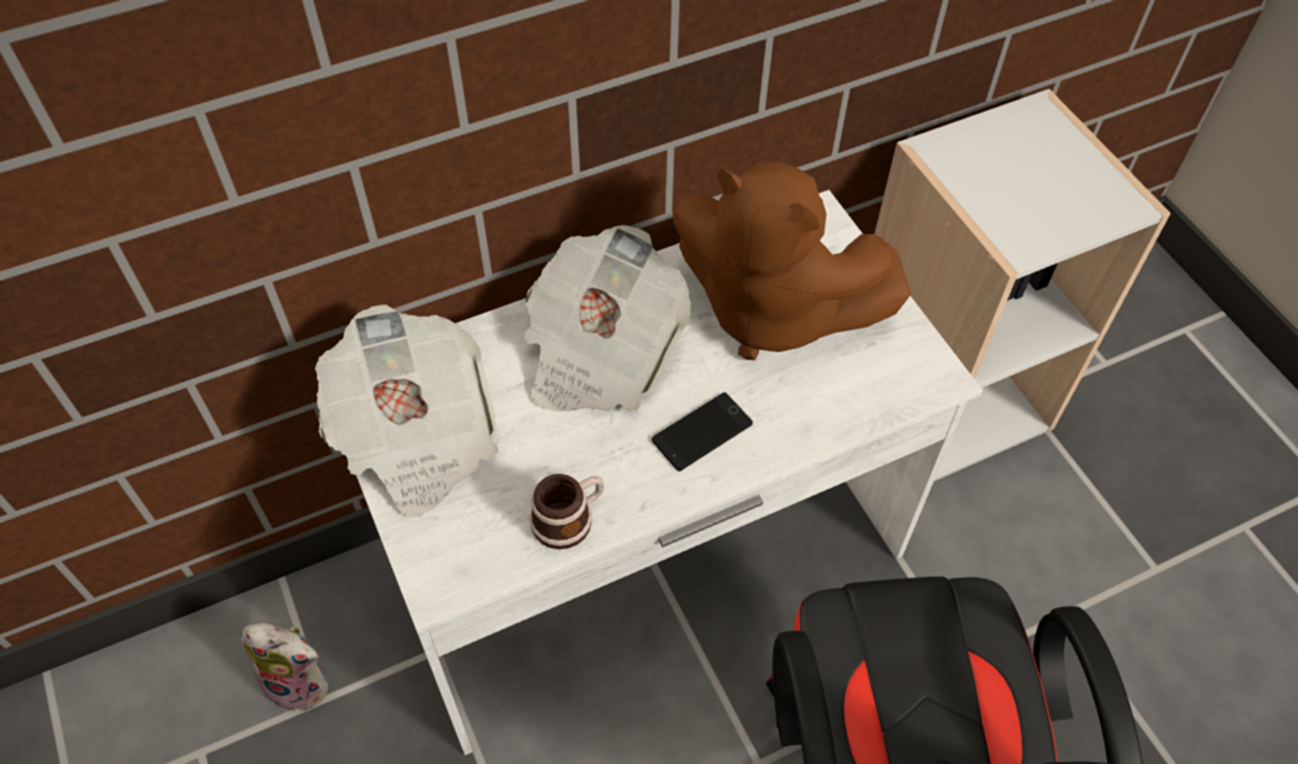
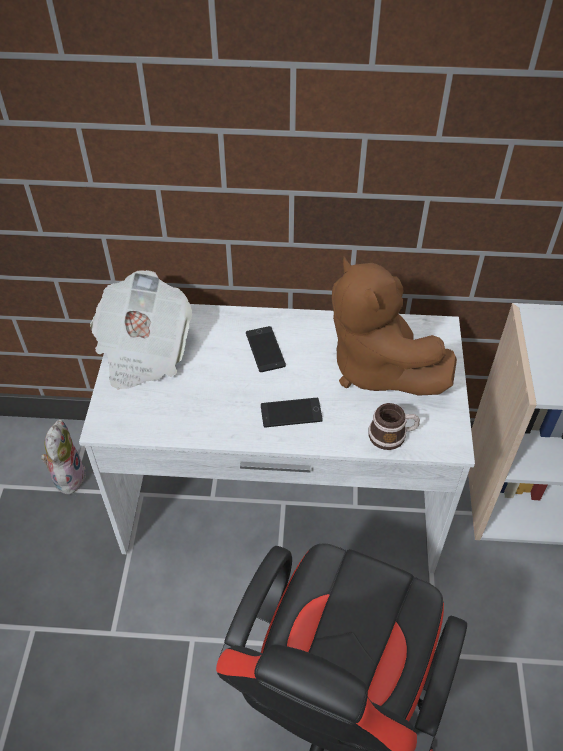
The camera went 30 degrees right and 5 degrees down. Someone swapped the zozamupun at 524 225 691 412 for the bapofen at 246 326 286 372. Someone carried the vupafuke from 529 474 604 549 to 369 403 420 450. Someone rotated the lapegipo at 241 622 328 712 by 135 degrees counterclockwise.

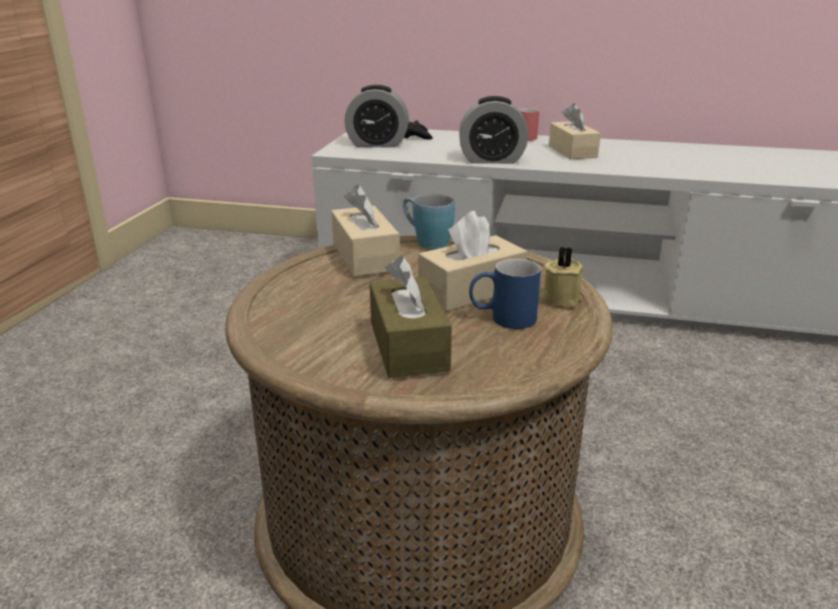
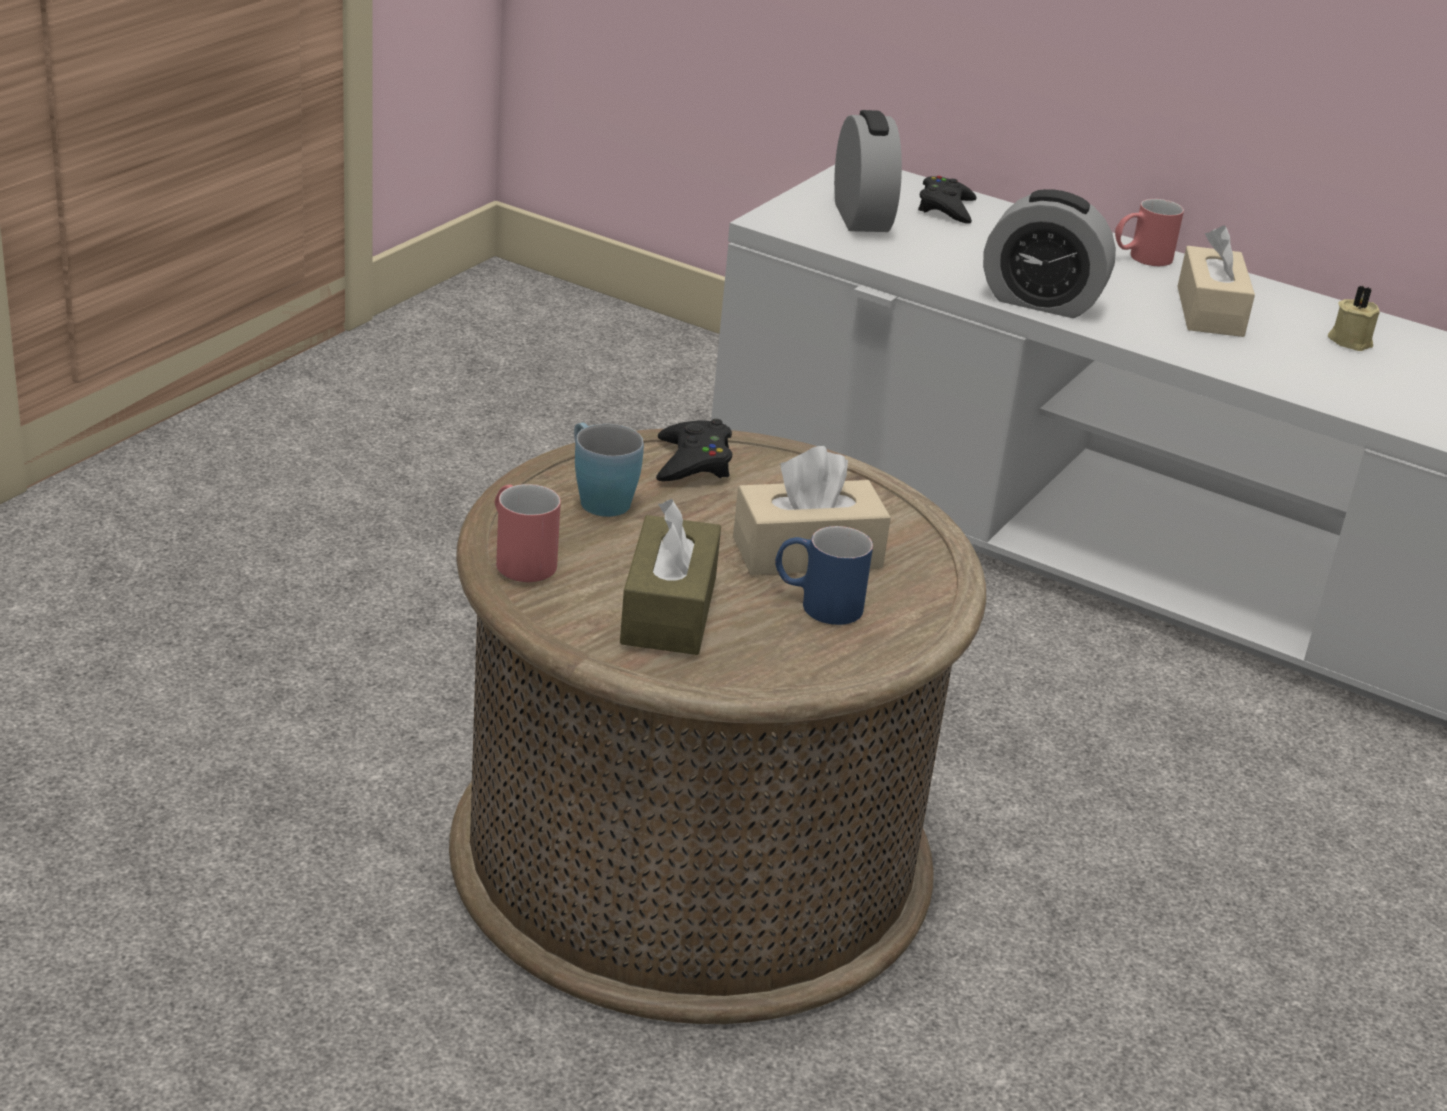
The camera went 15 degrees right and 5 degrees up. Someone rotated the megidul at 344 85 409 148 by 120 degrees counterclockwise. Someone swapped the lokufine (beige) at 331 185 400 277 for the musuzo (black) at 656 419 732 482. Someone carried the vupafuke (blue) from 403 193 455 249 to 574 423 644 517. Someone carried the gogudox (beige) from 540 247 583 306 to 1328 286 1380 351. Someone put down the vupafuke (red) at 495 484 561 582.

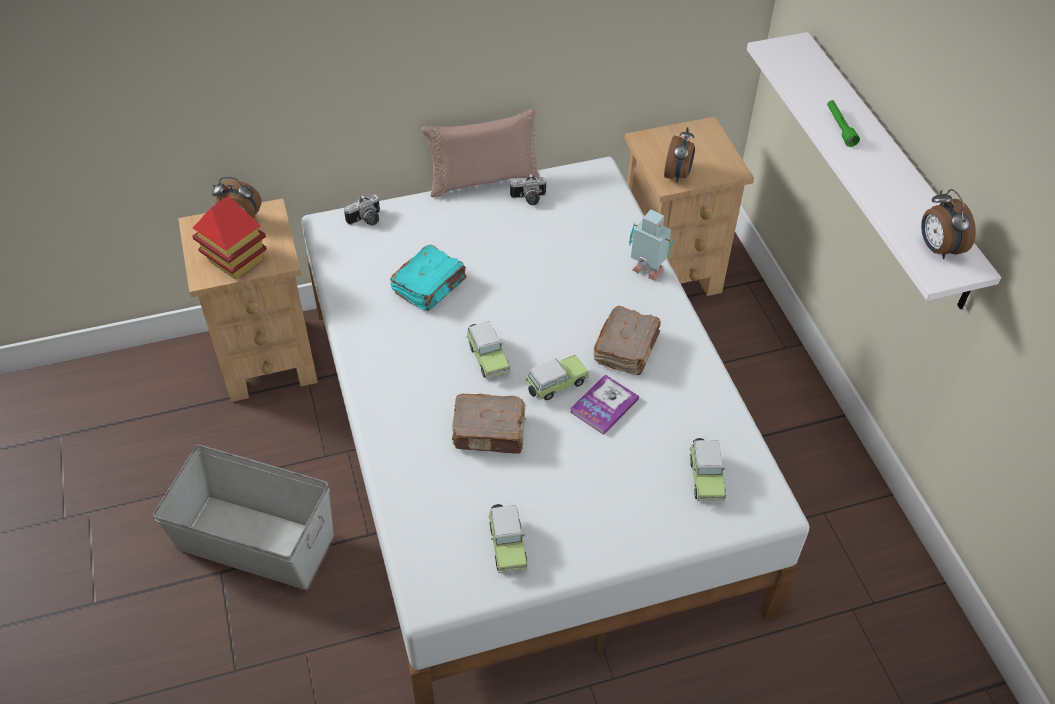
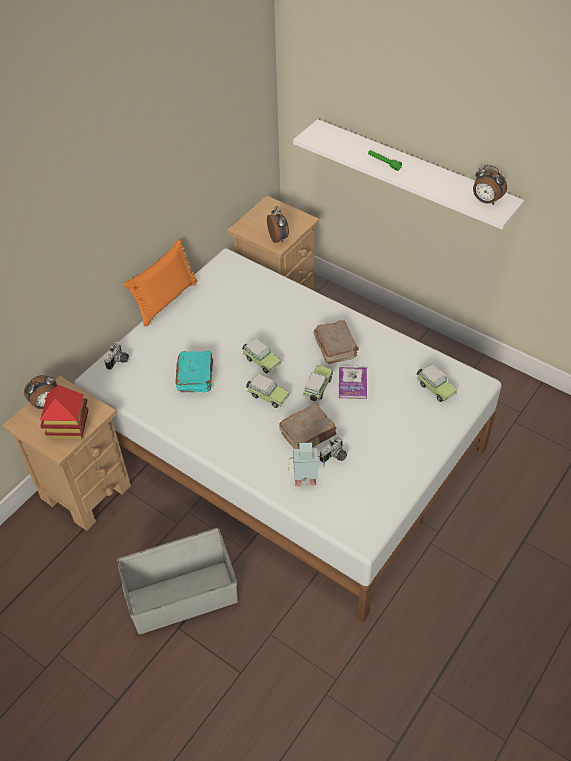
The camera went 35 degrees left and 0 degrees up. Someone repainted the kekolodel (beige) at 421 109 540 199, which became the kekolodel (orange) at 124 239 198 326. Someone carried the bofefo from 510 174 546 205 to 320 435 347 463. Someone carried the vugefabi from 629 210 673 281 to 288 442 325 486. Someone carried the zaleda from 488 504 527 573 to 242 338 281 374.

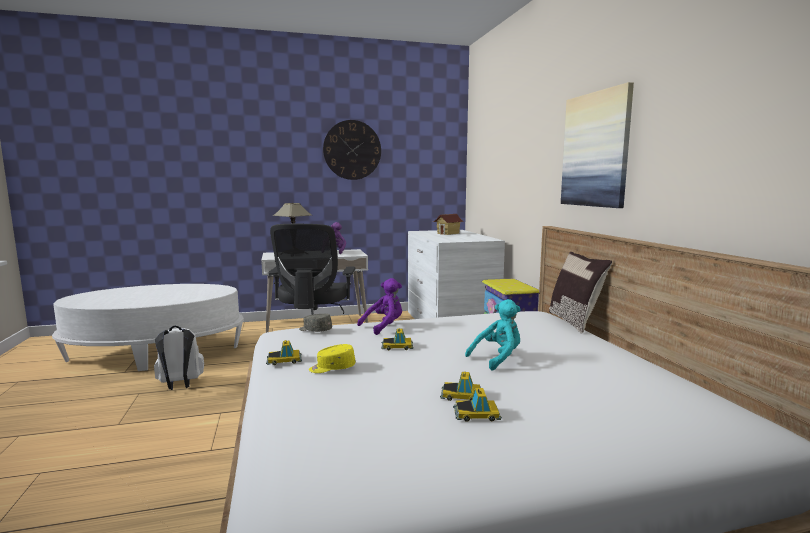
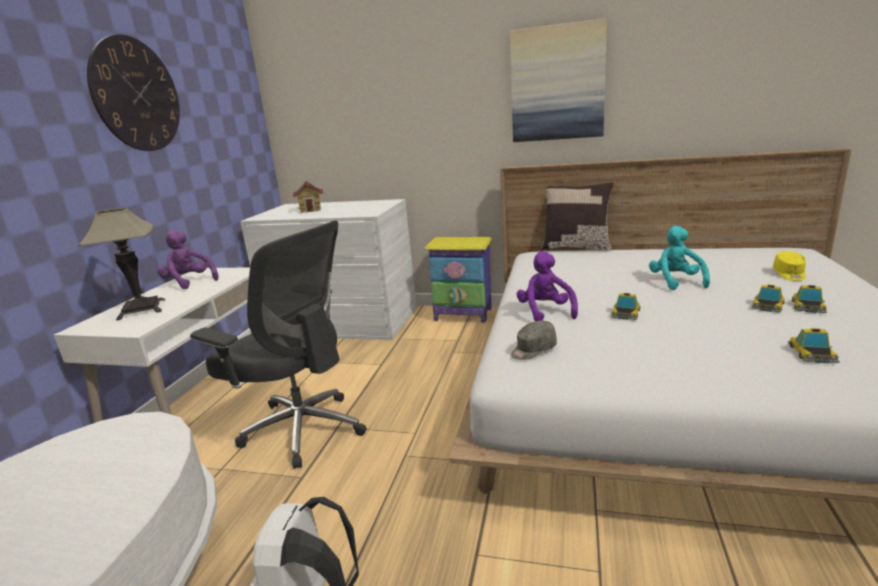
The camera went 60 degrees left and 10 degrees up. Someone carried the zaleda from 266 340 302 365 to 788 328 840 363. Someone carried the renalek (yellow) from 309 344 355 373 to 773 251 806 281.

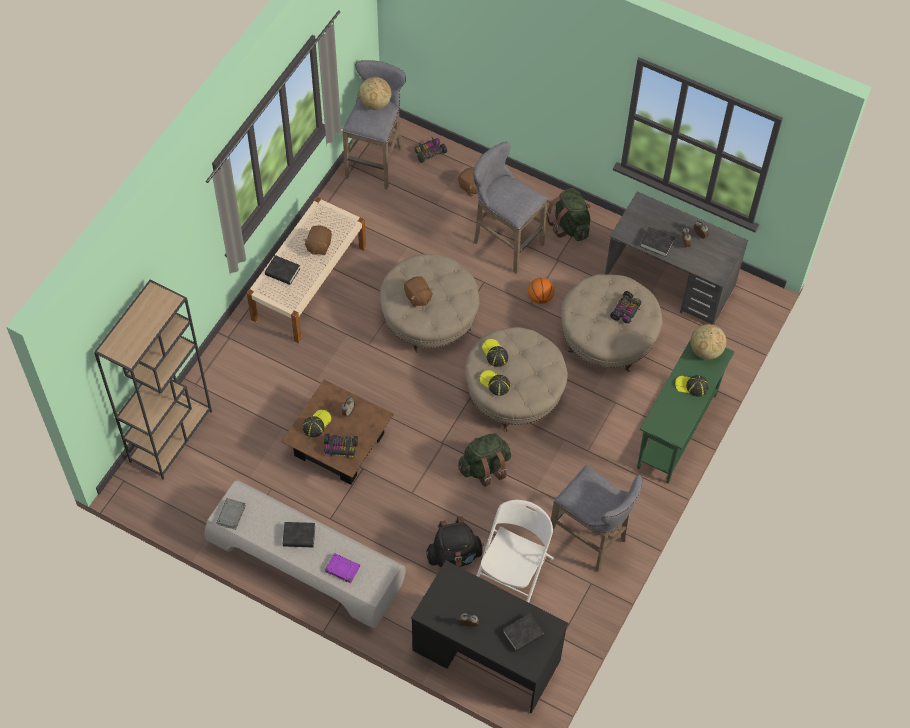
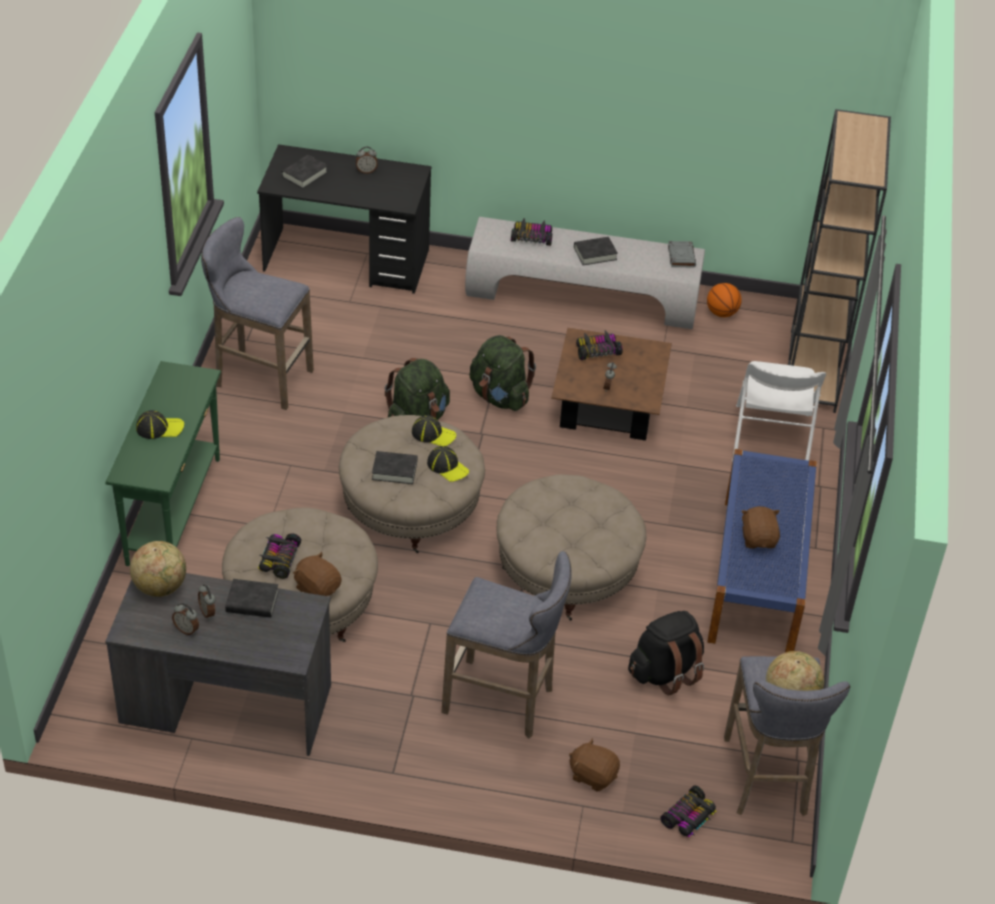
The camera went 160 degrees right and 15 degrees down. Someone carried the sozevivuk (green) from 546 188 590 241 to 470 335 536 411. Someone repainted the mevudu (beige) at 247 197 366 343, which became the mevudu (blue) at 707 449 817 652. Someone carried the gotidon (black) from 265 255 300 285 to 372 451 418 484. Someone carried the lapegipo (brown) from 404 276 433 307 to 293 552 342 596. Someone carried the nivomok from 528 278 554 304 to 707 283 742 317. Someone carried the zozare from 690 324 726 360 to 130 541 186 597. Someone took away the renalek at 303 410 331 437. Someone carried the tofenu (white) from 477 500 554 603 to 732 361 826 462. Someone carried the sozevivuk (black) from 426 516 484 567 to 628 611 704 695. Someone swapped the gotidon (purple) at 325 553 360 583 for the zaleda at 511 218 552 246.

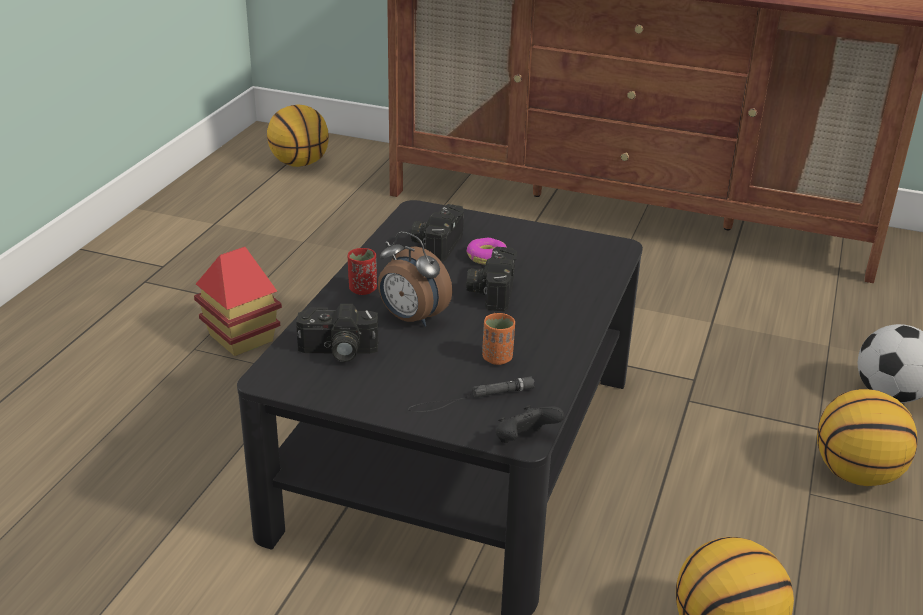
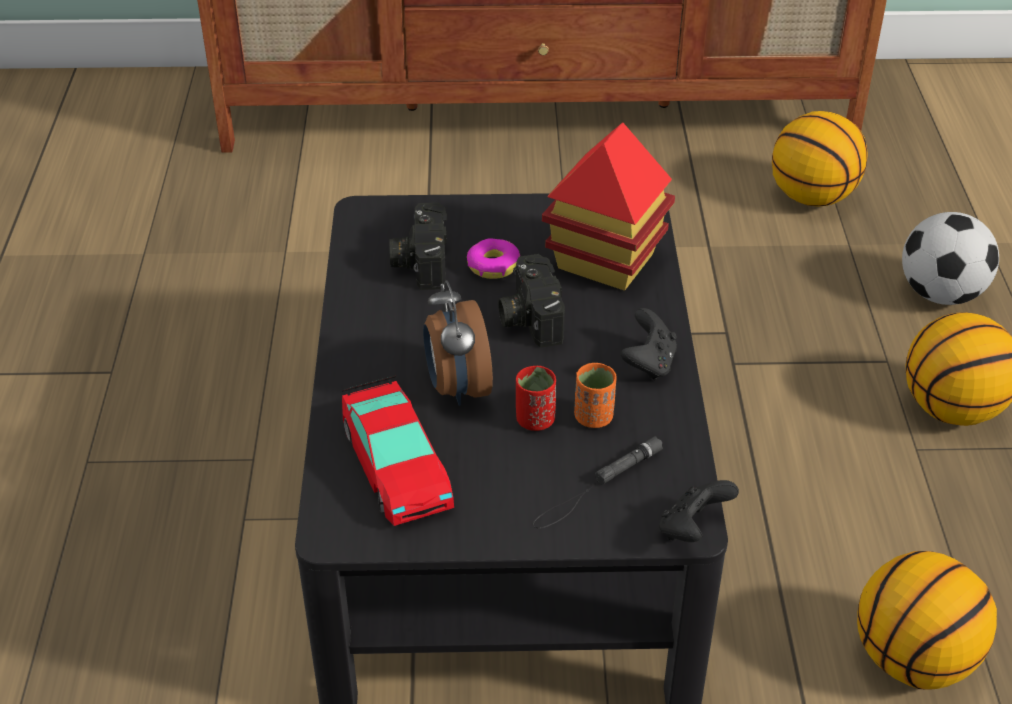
The camera went 20 degrees left and 10 degrees up. Someone carried the nivomok from 267 105 329 167 to 772 111 868 206. Someone rotated the megidul at 378 231 452 327 by 60 degrees clockwise. Someone carried the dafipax from 194 247 282 356 to 542 122 675 291. Someone carried the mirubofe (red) from 348 248 377 295 to 516 366 556 431. Someone swapped the bofefo at 296 304 379 362 for the zaleda at 342 375 454 526. Someone put down the musuzo (black) at 621 308 677 380.

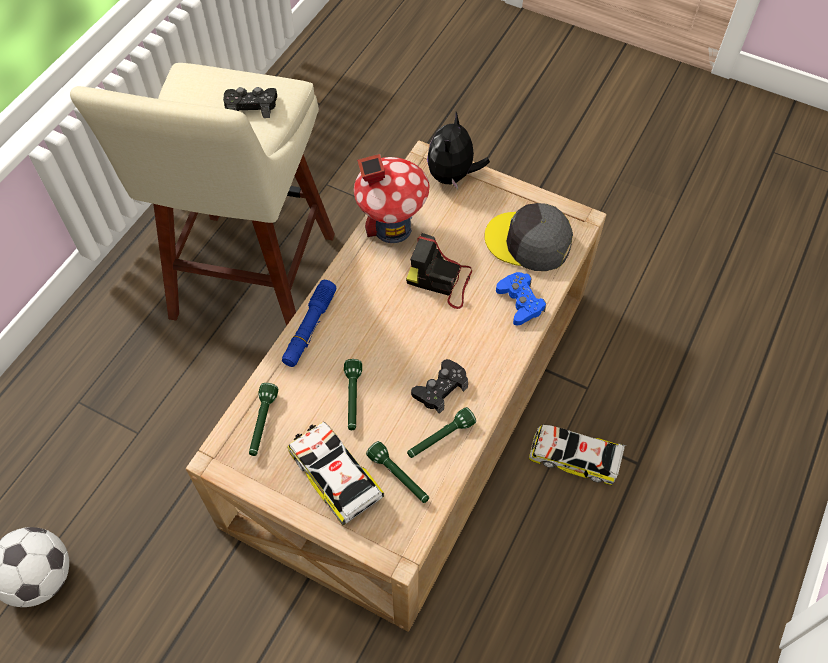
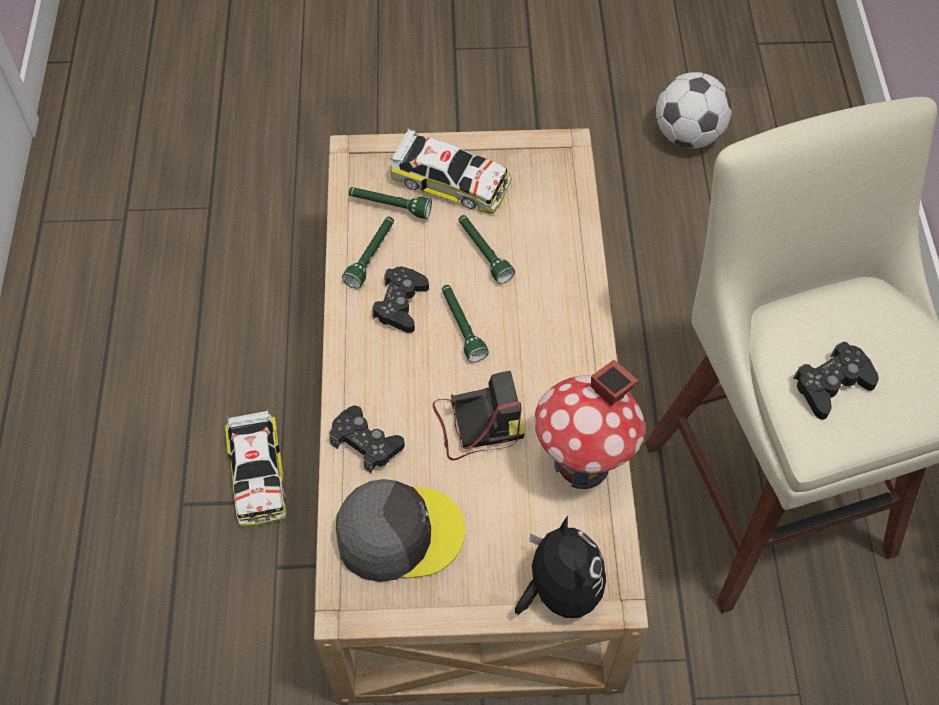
The camera went 150 degrees right and 0 degrees up. Someone repainted the musuzo (blue) at 496 272 546 326, which became the musuzo (black) at 329 405 405 473. Someone took away the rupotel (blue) at 282 280 336 367. Someone carried the rupotel (green) from 249 383 278 456 to 442 285 489 363. Someone rotated the zaleda at 529 424 627 485 by 90 degrees clockwise.

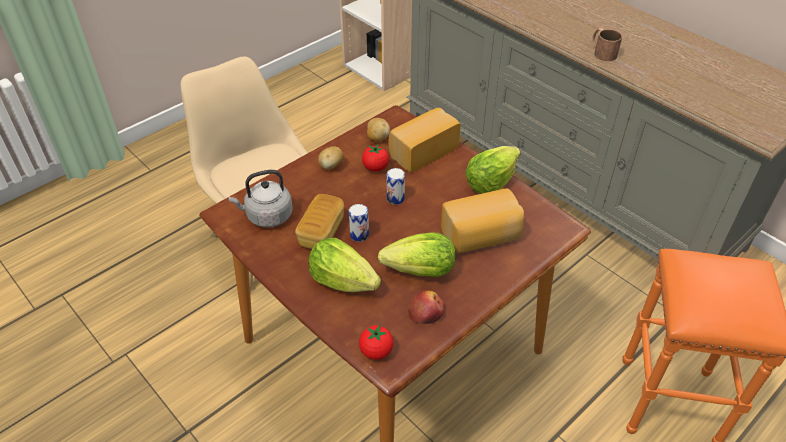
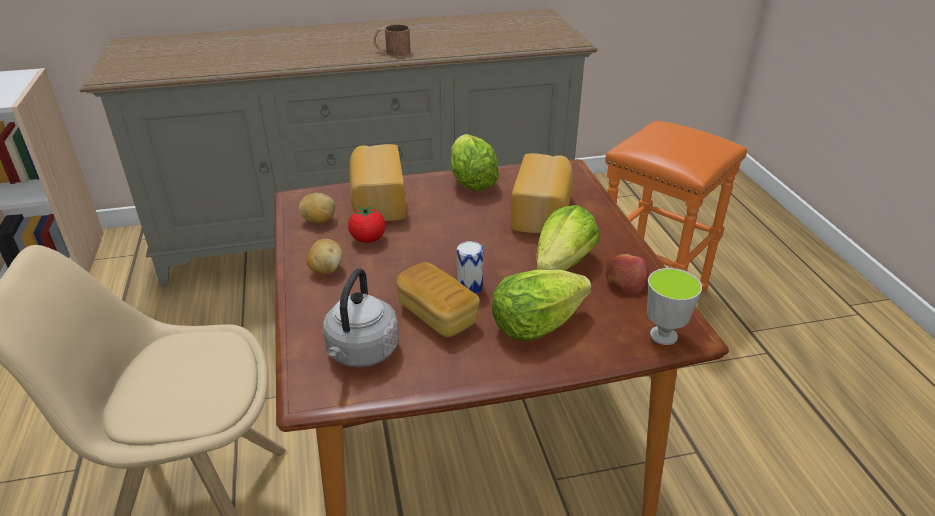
The camera went 60 degrees left and 10 degrees down. Someone took away the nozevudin at 387 168 405 205. Someone swapped the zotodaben at 359 324 393 360 for the mirubofe at 647 268 702 345.

